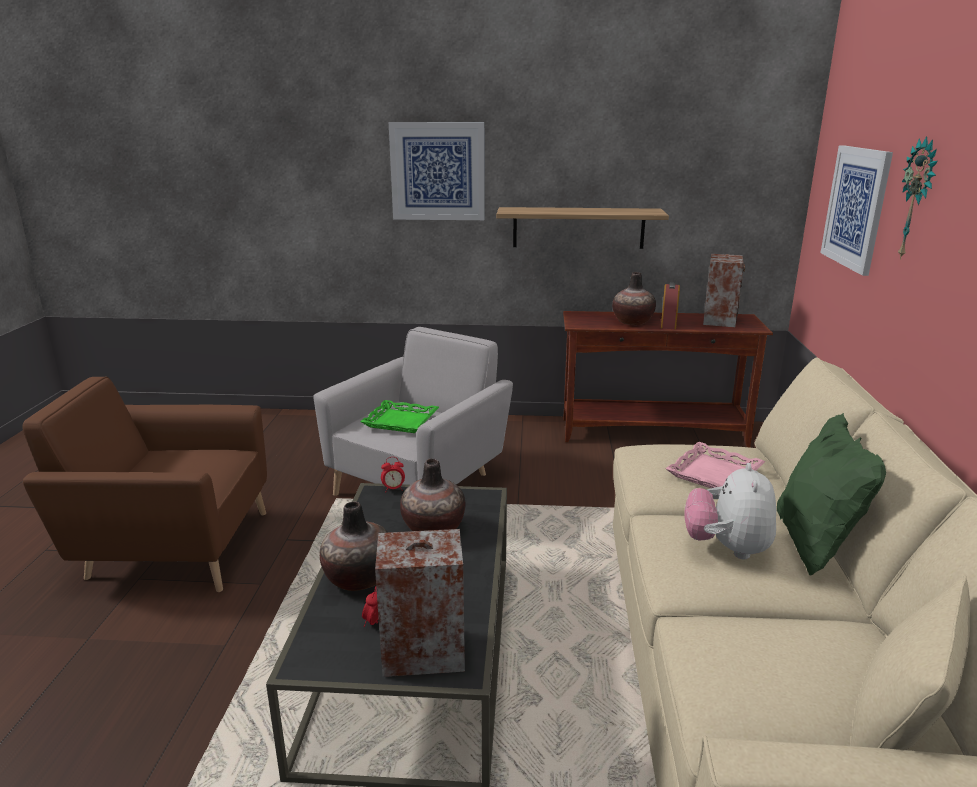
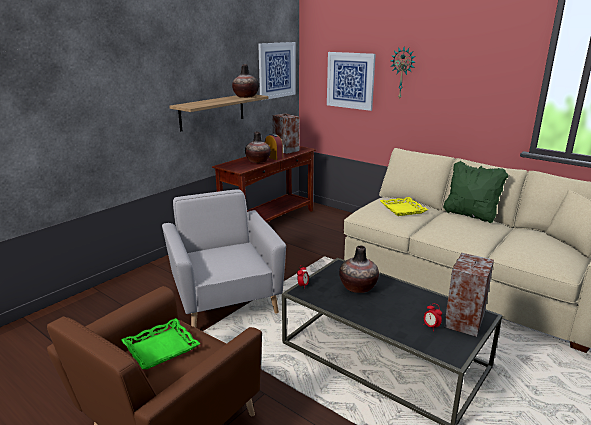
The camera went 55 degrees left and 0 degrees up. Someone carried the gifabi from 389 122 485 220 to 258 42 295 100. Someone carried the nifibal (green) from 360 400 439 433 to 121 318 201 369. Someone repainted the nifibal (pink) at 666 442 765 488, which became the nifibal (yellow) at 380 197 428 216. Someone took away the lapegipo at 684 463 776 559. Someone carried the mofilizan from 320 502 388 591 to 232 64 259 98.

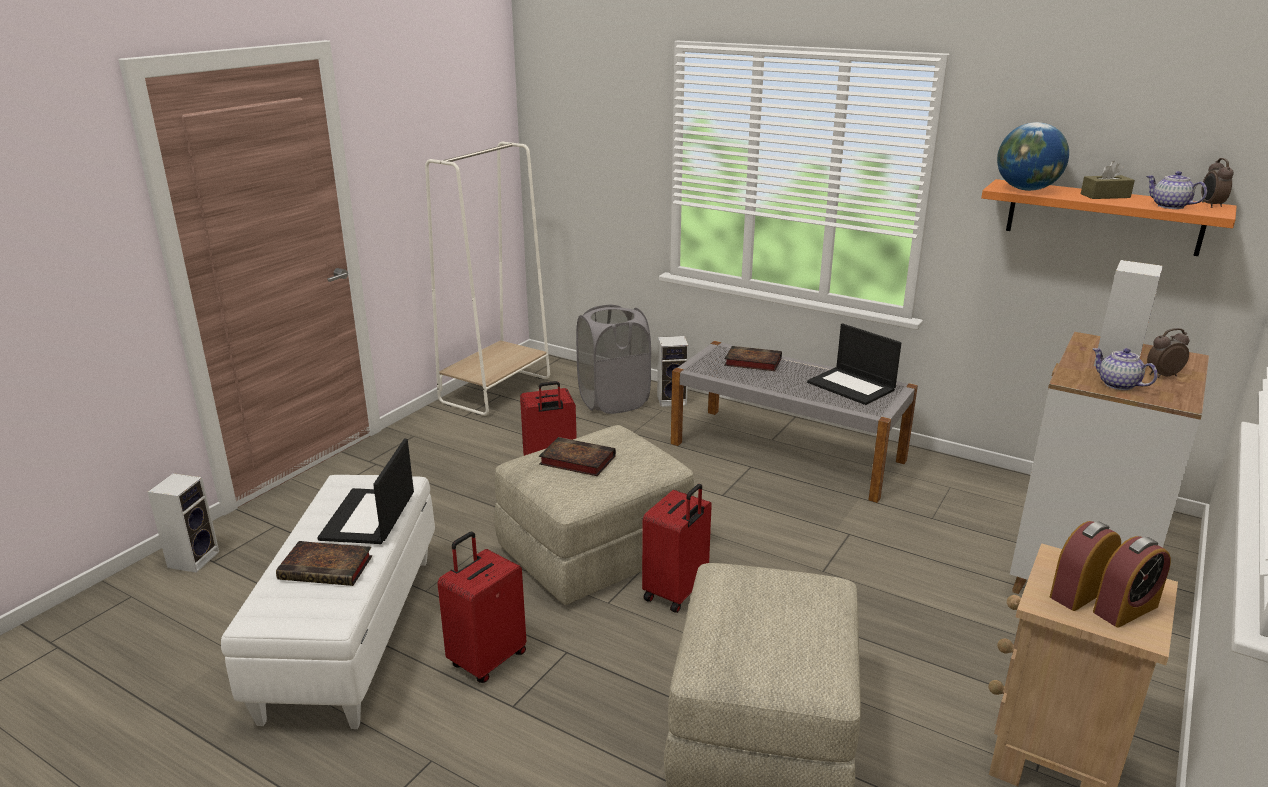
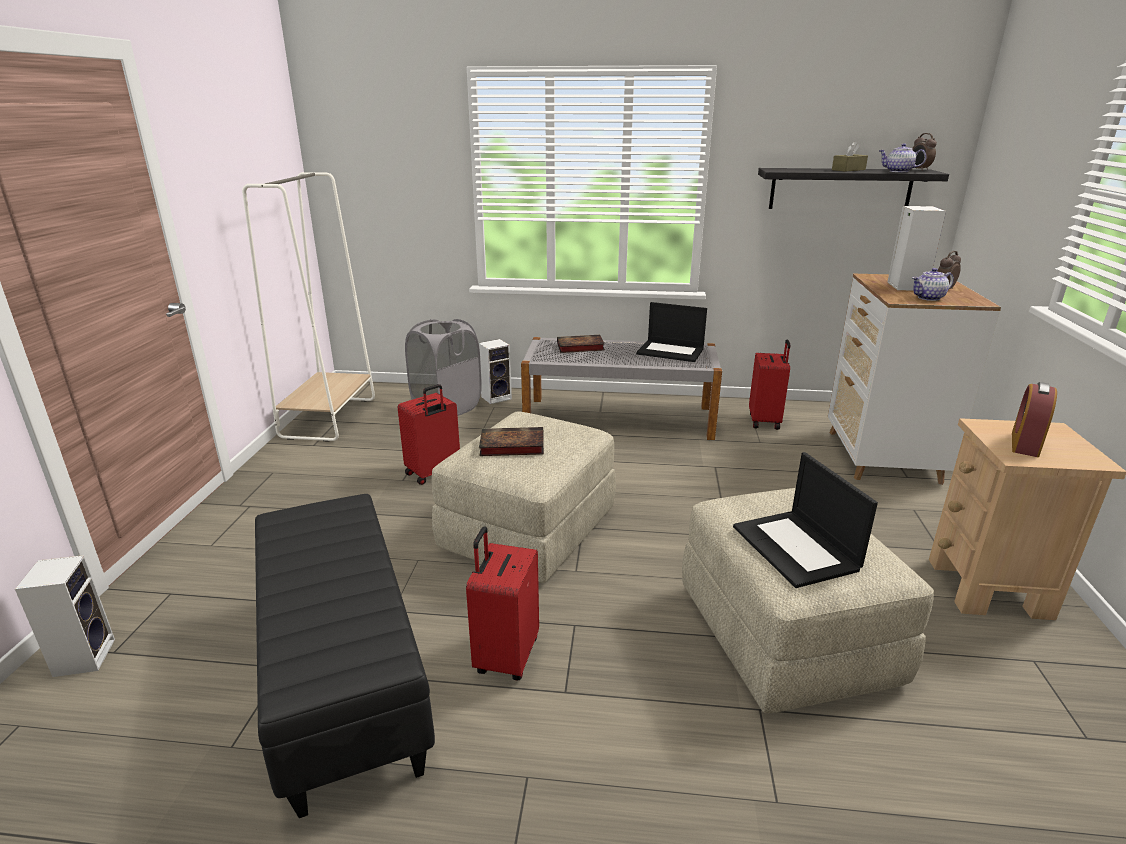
The camera went 25 degrees left and 0 degrees up. Someone took away the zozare at 997 122 1069 191. Someone repainted the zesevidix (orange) at 981 179 1237 256, which became the zesevidix (black) at 758 168 949 209. Someone rotated the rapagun at 1093 348 1158 390 by 45 degrees counterclockwise. Someone carried the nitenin from 317 439 414 544 to 733 452 878 588. Someone repainted the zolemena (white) at 221 475 435 729, which became the zolemena (black) at 255 494 435 818. Someone carried the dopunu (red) from 642 484 712 613 to 749 339 790 430. Someone took away the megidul at 1093 536 1171 627. Someone took away the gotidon at 276 541 372 586.

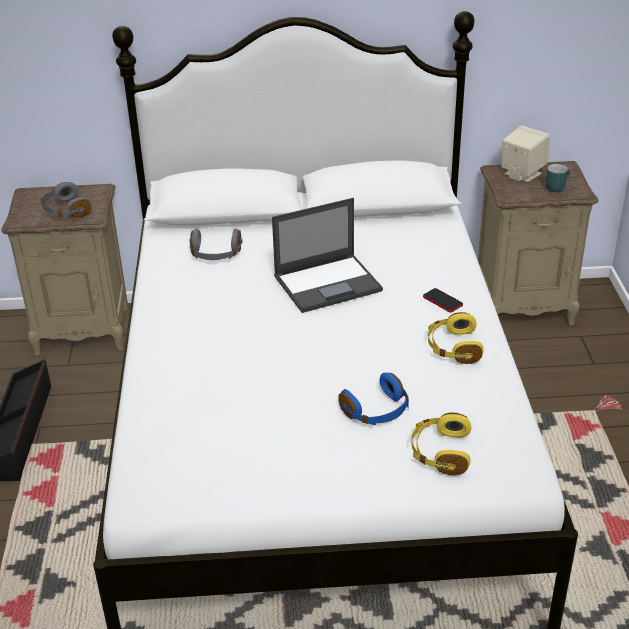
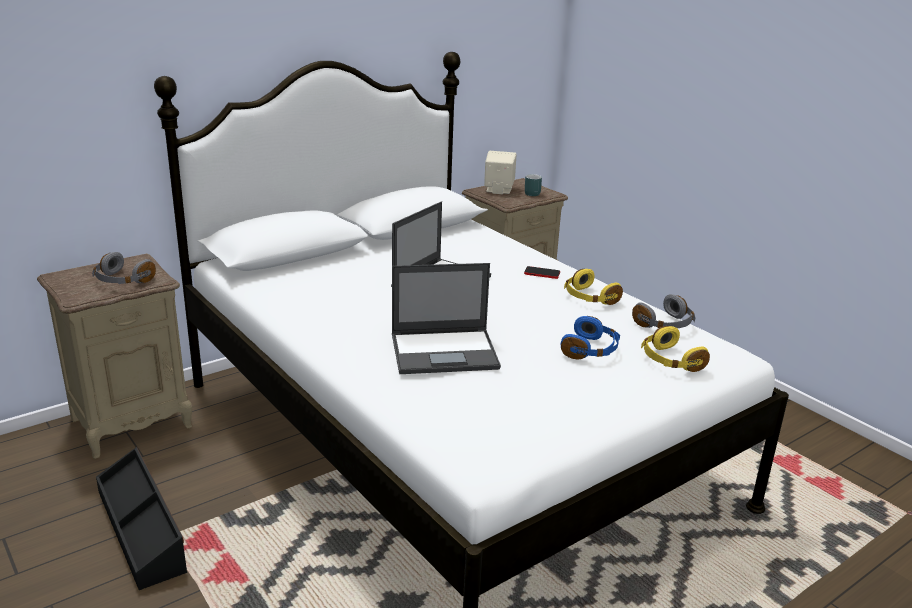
The camera went 35 degrees left and 10 degrees down. Someone carried the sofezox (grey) from 190 229 242 260 to 632 294 695 328. Someone put down the nitenin at 392 263 501 374.

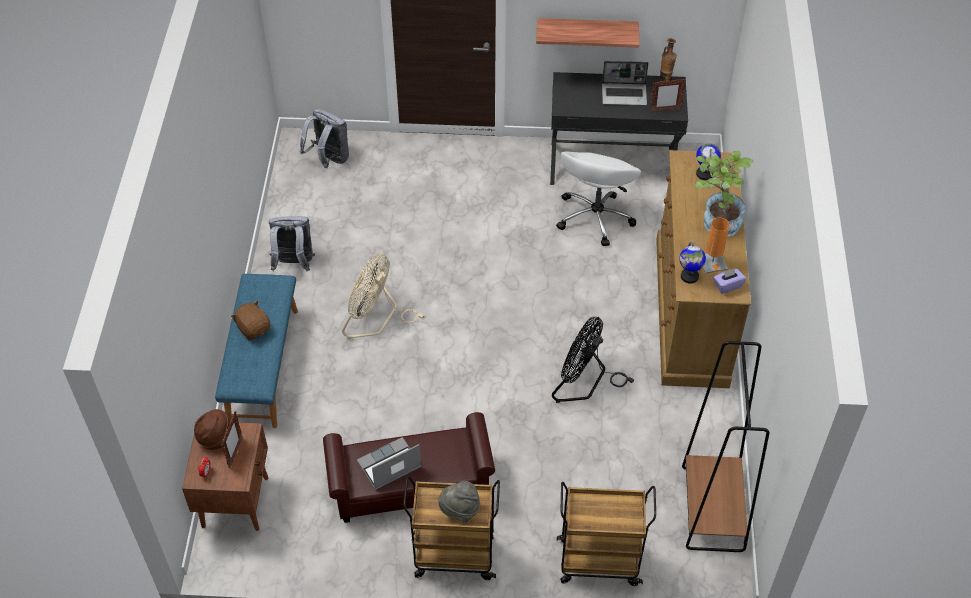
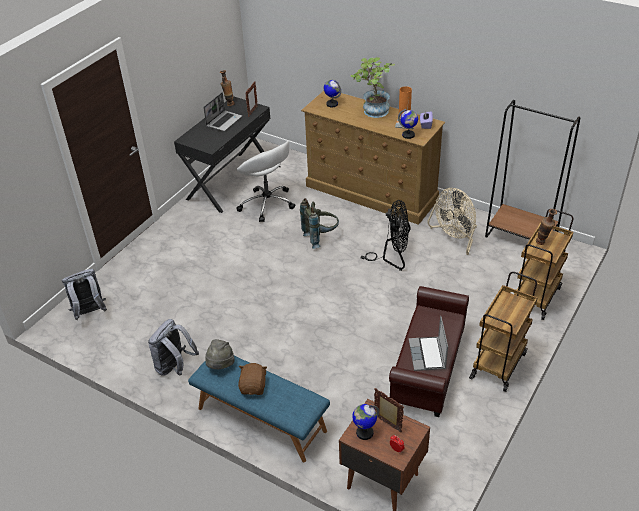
The camera went 60 degrees left and 10 degrees down. Someone took away the zesevidix at 536 18 639 48. Someone carried the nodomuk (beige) from 342 254 425 339 to 427 188 477 255. Someone rotated the lapegipo (brown) at 231 300 270 341 by 105 degrees clockwise. Someone rotated the nodomuk (black) at 552 317 634 403 by 135 degrees counterclockwise. Someone swapped the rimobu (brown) at 194 409 231 450 for the zozare at 352 404 379 440. Someone carried the rimobu (grey) from 438 481 480 522 to 205 339 235 369. Someone put down the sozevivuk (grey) at 300 198 339 249. Someone put down the mofilizan at 536 209 557 245.

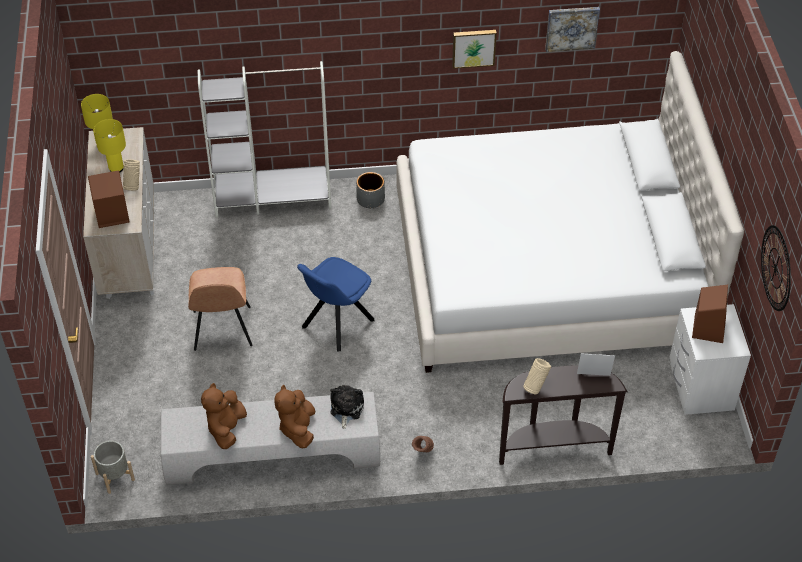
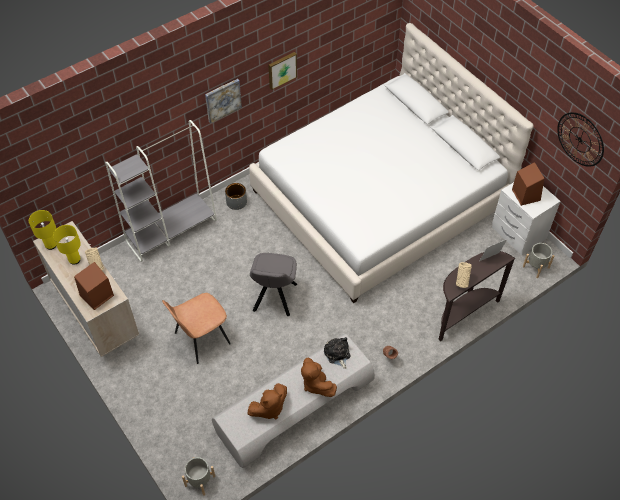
The camera went 30 degrees left and 5 degrees up. Someone carried the gifabi from 545 7 600 52 to 205 79 242 123. Someone repainted the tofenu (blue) at 297 257 375 351, which became the tofenu (grey) at 250 253 297 316. Someone rotated the tofenu (brown) at 188 267 252 351 by 90 degrees clockwise. Someone rotated the lapegipo (brown) at 201 383 247 449 by 105 degrees counterclockwise. Someone put down the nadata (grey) at 523 243 554 278.

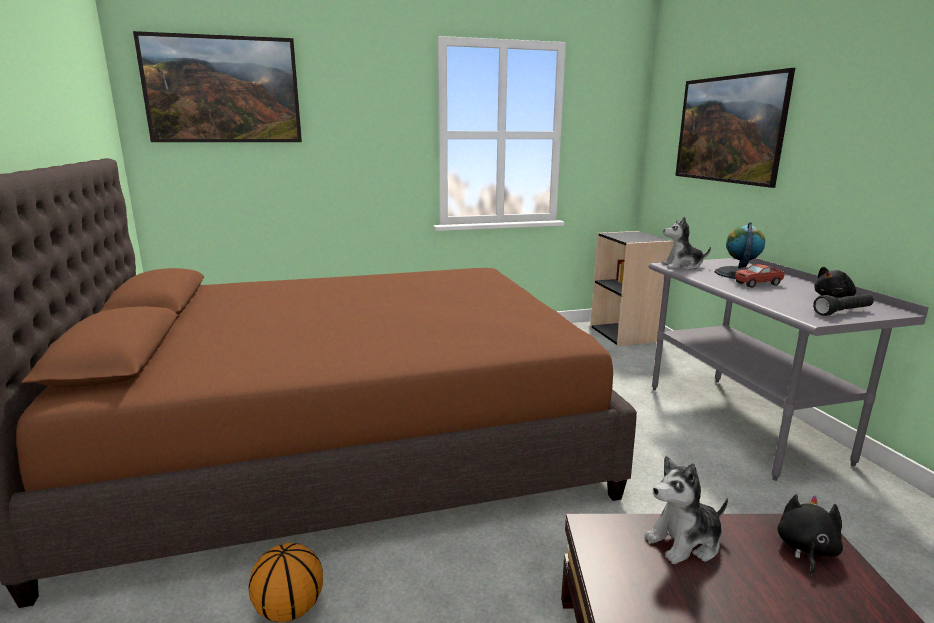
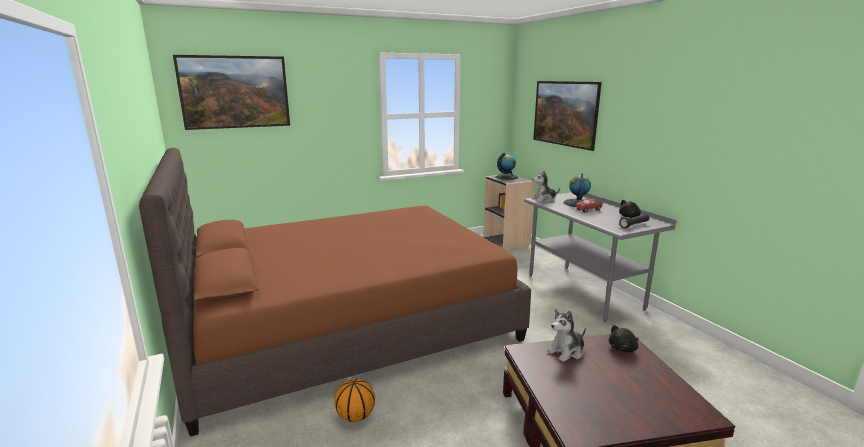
The camera went 10 degrees left and 0 degrees up. Someone rotated the lapegipo (black) at 778 494 843 576 by 135 degrees counterclockwise. Someone put down the zozare at 496 153 518 180.

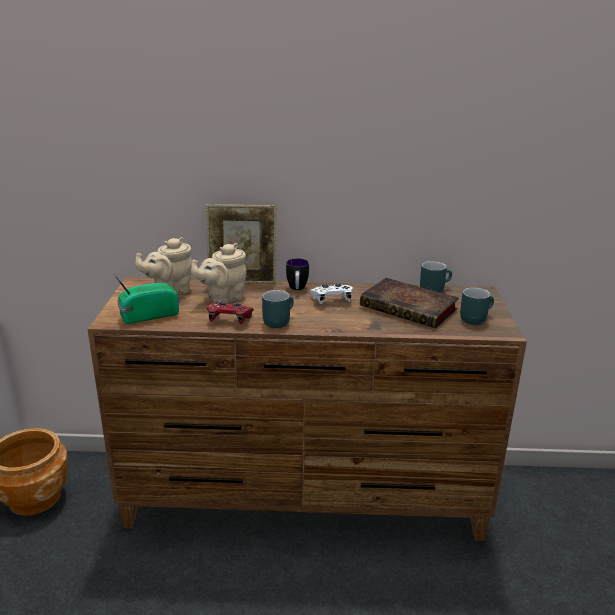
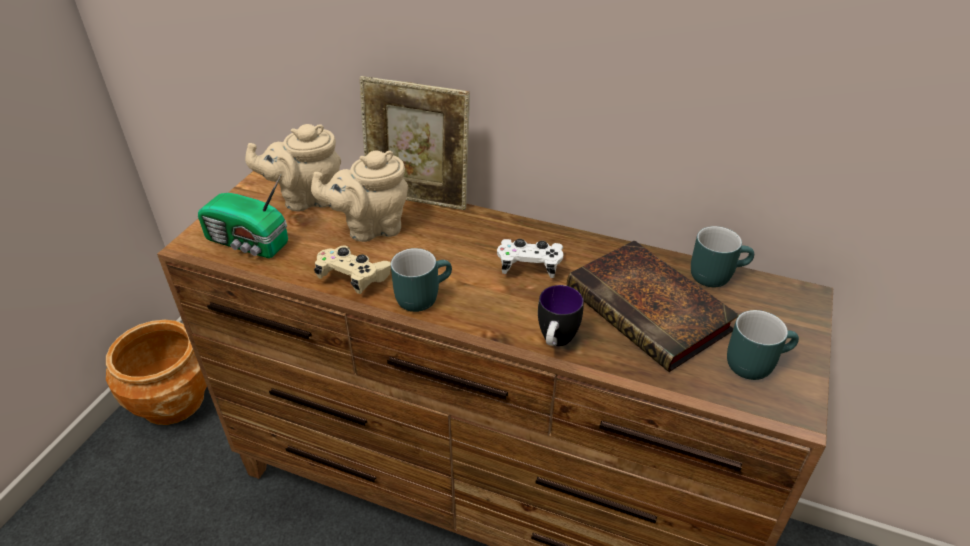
The camera went 20 degrees right and 15 degrees up. Someone carried the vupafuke from 286 258 309 290 to 538 285 584 346. Someone rotated the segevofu at 113 273 179 324 by 150 degrees counterclockwise. Someone repainted the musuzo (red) at 207 301 254 324, which became the musuzo (beige) at 314 245 391 294.

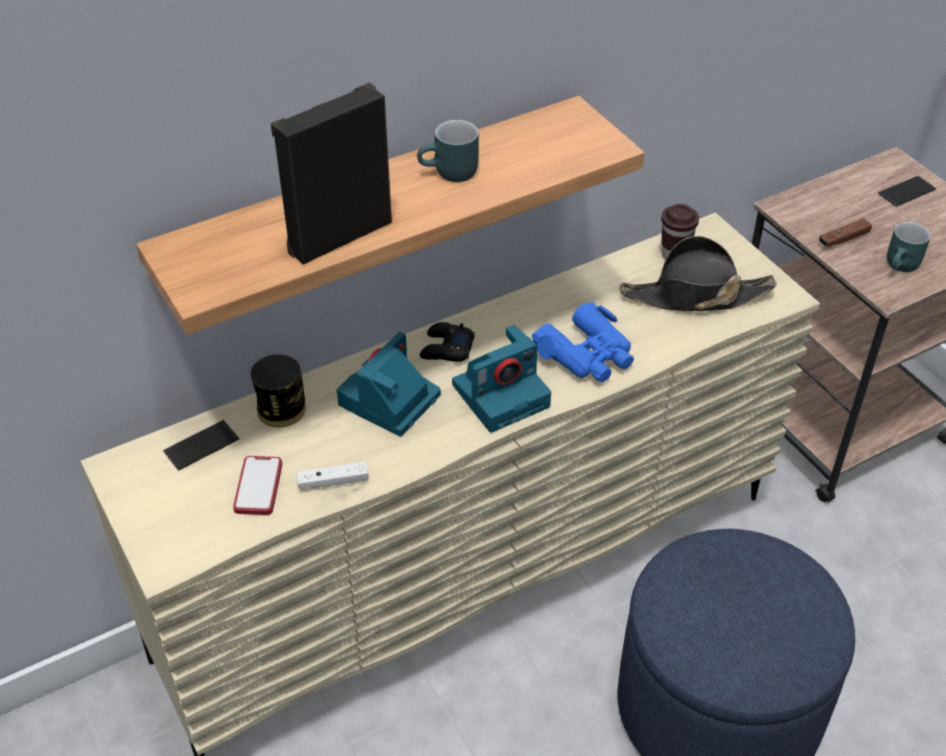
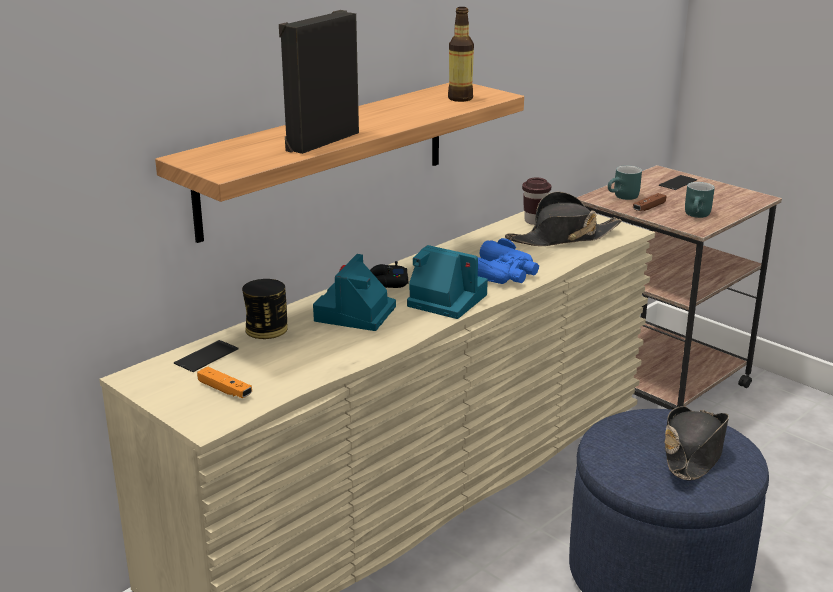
The camera went 15 degrees left and 20 degrees down. Someone carried the vupafuke (turquoise) from 417 120 479 182 to 608 165 642 200. Someone rotated the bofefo at 452 325 551 433 by 105 degrees counterclockwise. Someone took away the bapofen at 233 456 282 515. Someone took away the musuzo (white) at 296 462 368 489. Someone put down the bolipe at 448 7 474 102. Someone put down the musuzo (orange) at 197 367 252 398. Someone put down the rimobu (black) at 664 406 729 480.

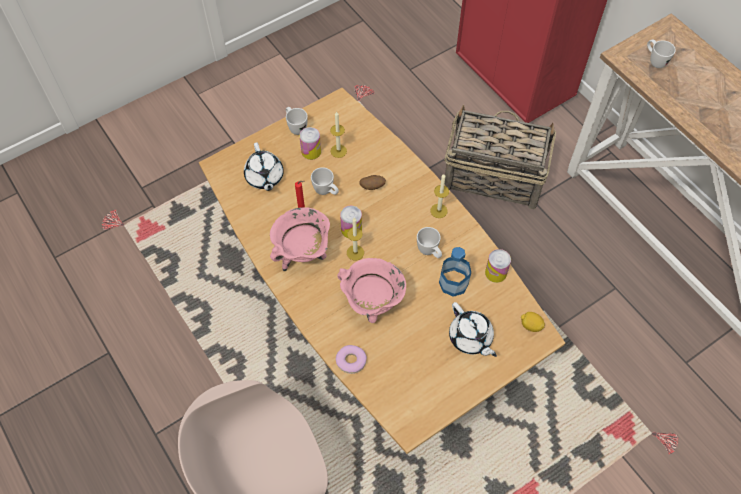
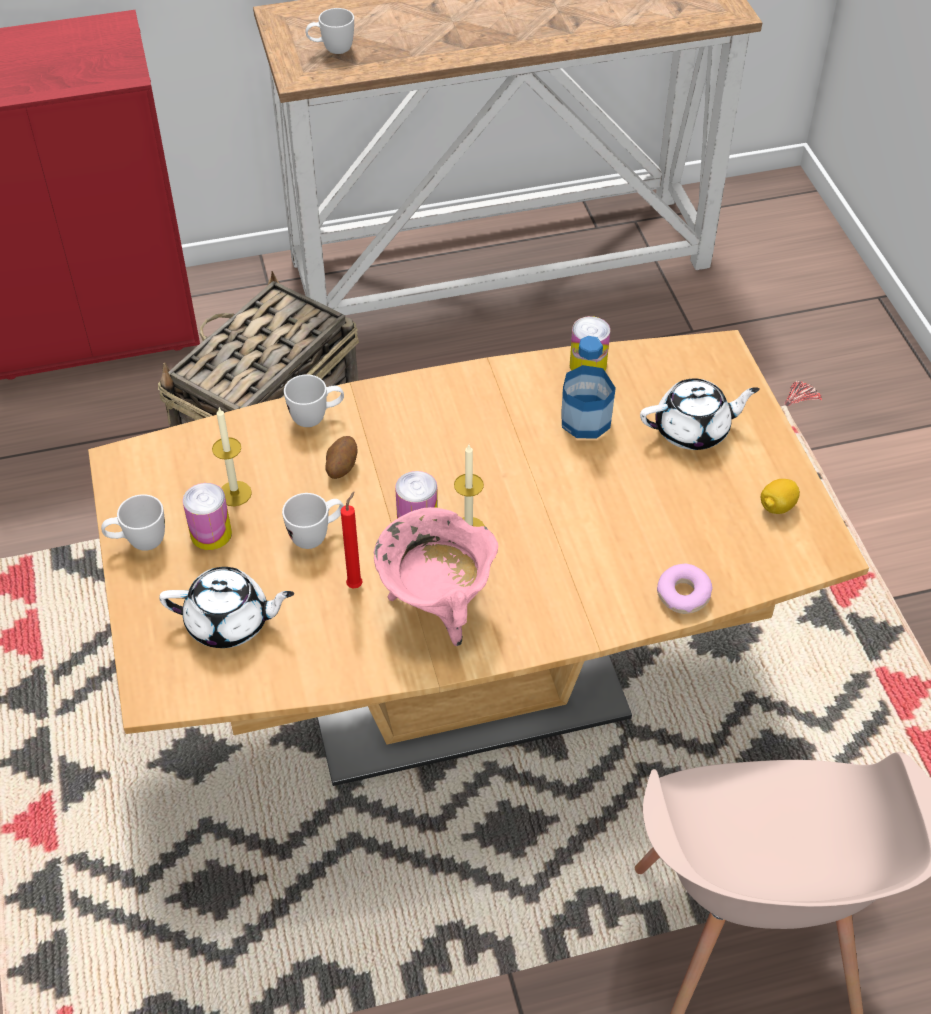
The camera went 70 degrees left and 10 degrees down. Someone took away the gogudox at 430 174 449 218. Someone carried the vupafuke (white) from 417 227 442 258 to 284 374 344 427. Someone took away the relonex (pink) at 337 258 406 323. Someone carried the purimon from 521 312 545 332 to 761 479 800 514.

